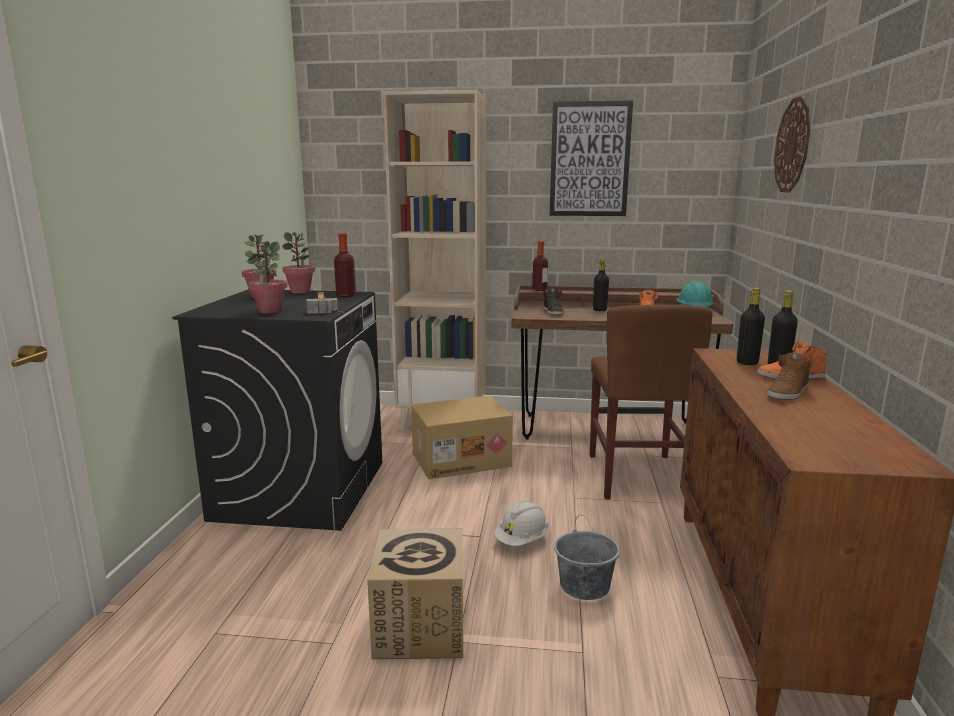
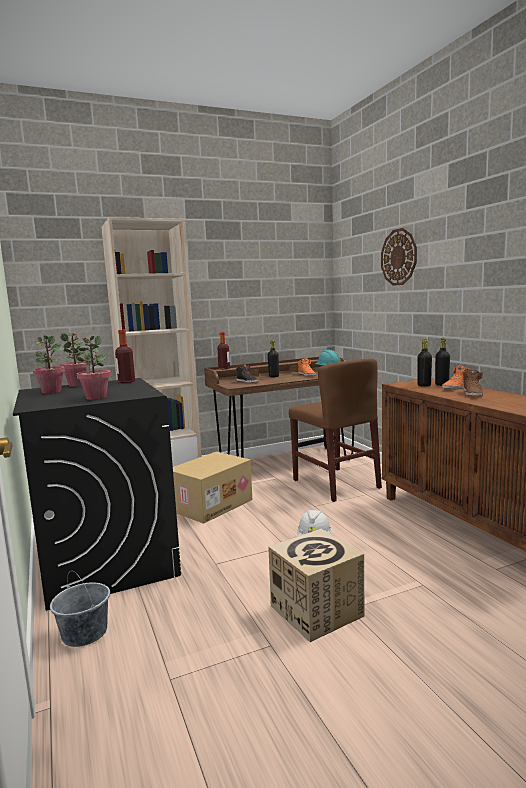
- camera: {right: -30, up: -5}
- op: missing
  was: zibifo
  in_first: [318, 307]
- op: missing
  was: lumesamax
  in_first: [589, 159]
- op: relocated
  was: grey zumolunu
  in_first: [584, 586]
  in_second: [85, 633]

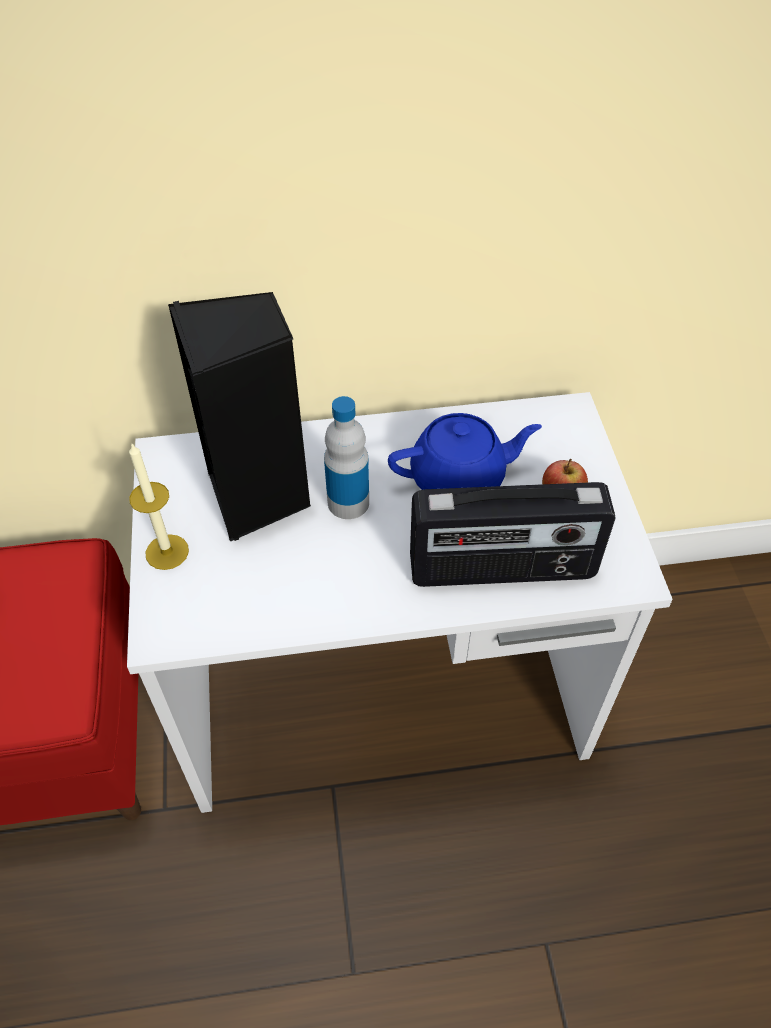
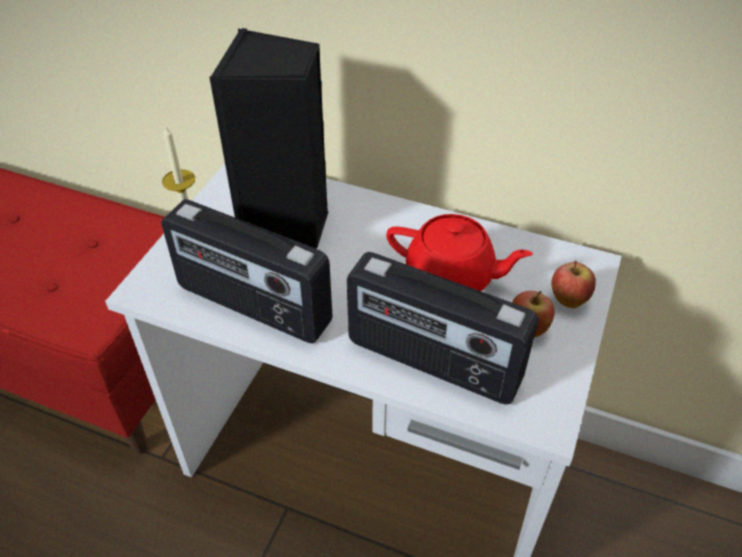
- camera: {right: 30, up: -5}
- op: missing
  was: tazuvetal
  in_first: [348, 502]
- op: appeared
  now: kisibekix
  in_second: [252, 306]
- op: appeared
  now: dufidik
  in_second: [568, 300]
- op: colour
  was: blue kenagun
  now: red kenagun
  in_first: [459, 478]
  in_second: [451, 277]

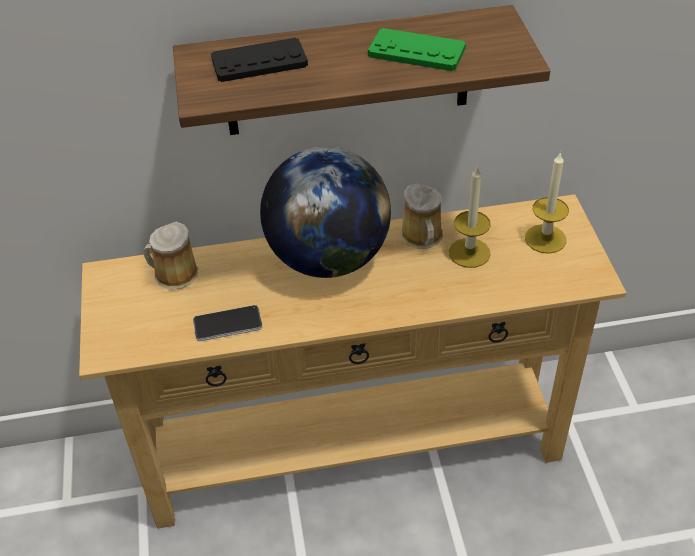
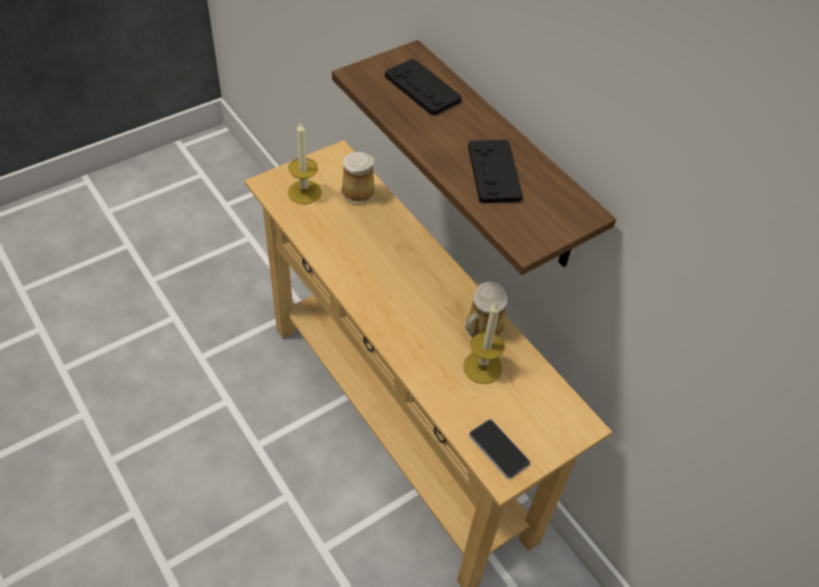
- camera: {right: 60, up: 5}
- op: missing
  was: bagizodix
  in_first: [328, 259]
- op: relocated
  was: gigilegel
  in_first: [227, 324]
  in_second: [498, 449]
- op: relocated
  was: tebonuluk
  in_first: [545, 239]
  in_second: [304, 192]
- op: colour
  was: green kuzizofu
  now: black kuzizofu
  in_first: [416, 52]
  in_second: [494, 172]

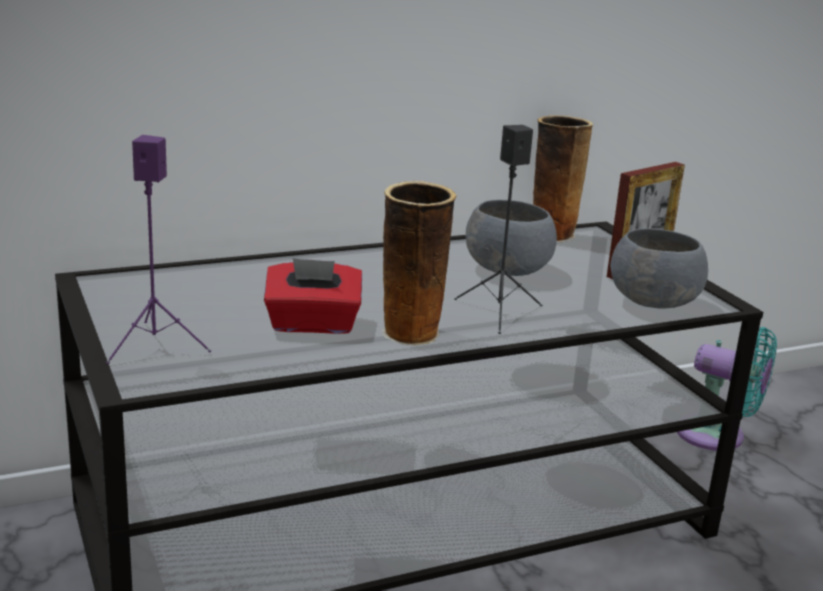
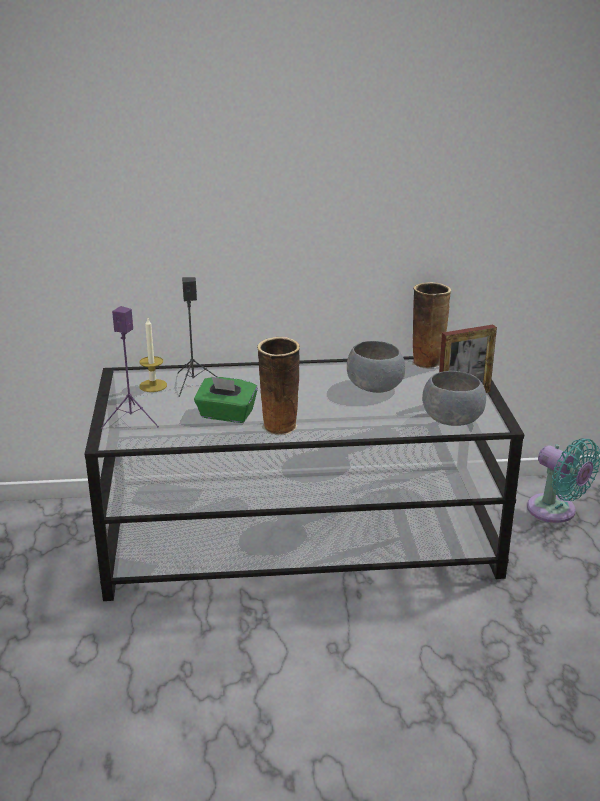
- camera: {right: 20, up: 5}
- op: appeared
  now: tebonuluk
  in_second: [153, 385]
- op: relocated
  was: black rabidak
  in_first: [499, 313]
  in_second: [193, 384]
- op: colour
  was: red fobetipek
  now: green fobetipek
  in_first: [312, 325]
  in_second: [226, 415]

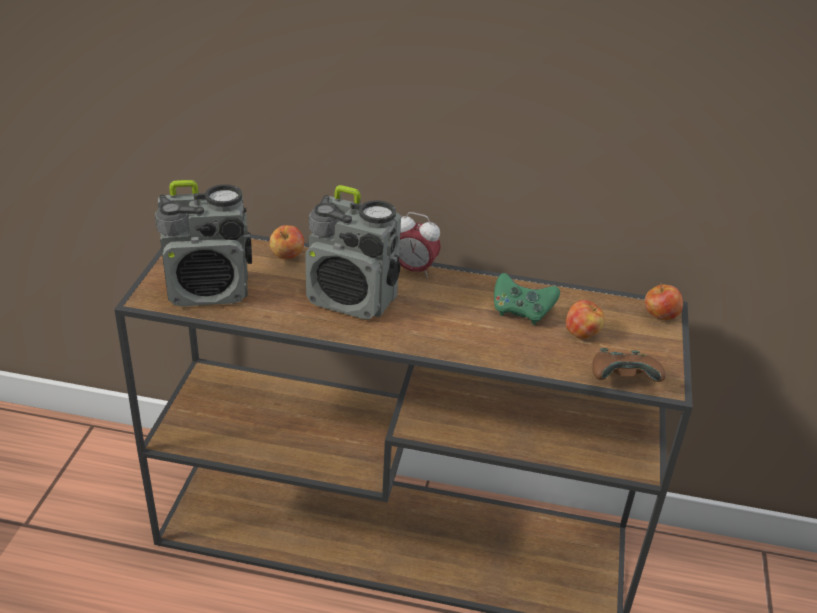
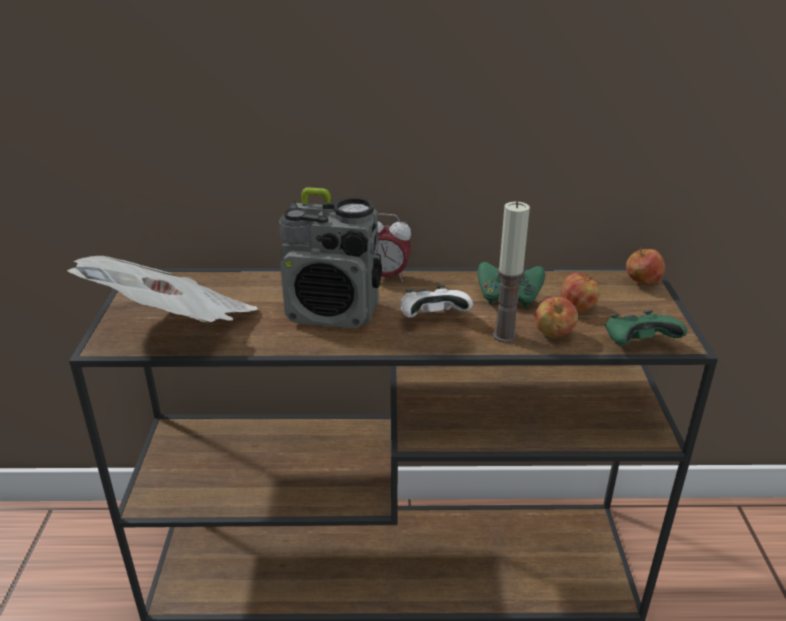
- camera: {right: -10, up: -5}
- op: appeared
  now: white kuzizofu
  in_second: [433, 318]
- op: appeared
  now: tebonuluk
  in_second: [504, 335]
- op: relocated
  was: dufidik
  in_first: [287, 257]
  in_second: [553, 335]
- op: exchanged
  was: kisibekix
  now: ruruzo
  in_first: [210, 291]
  in_second: [175, 327]
- op: colour
  was: brown kuzizofu
  now: green kuzizofu
  in_first: [622, 380]
  in_second: [638, 344]

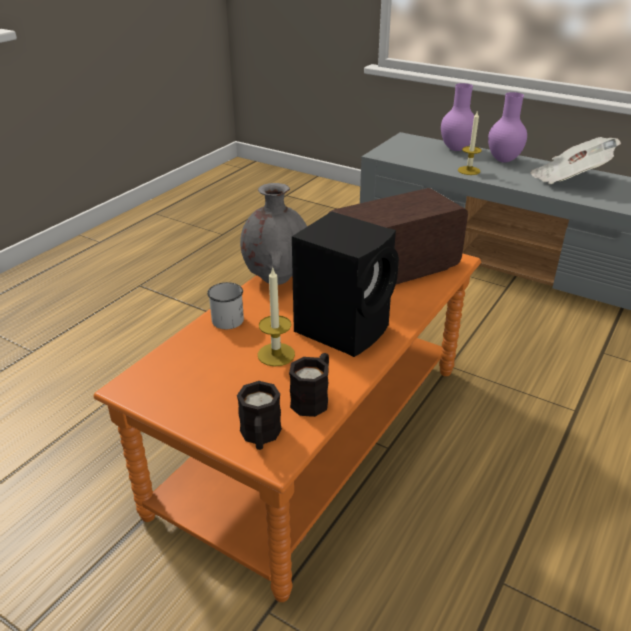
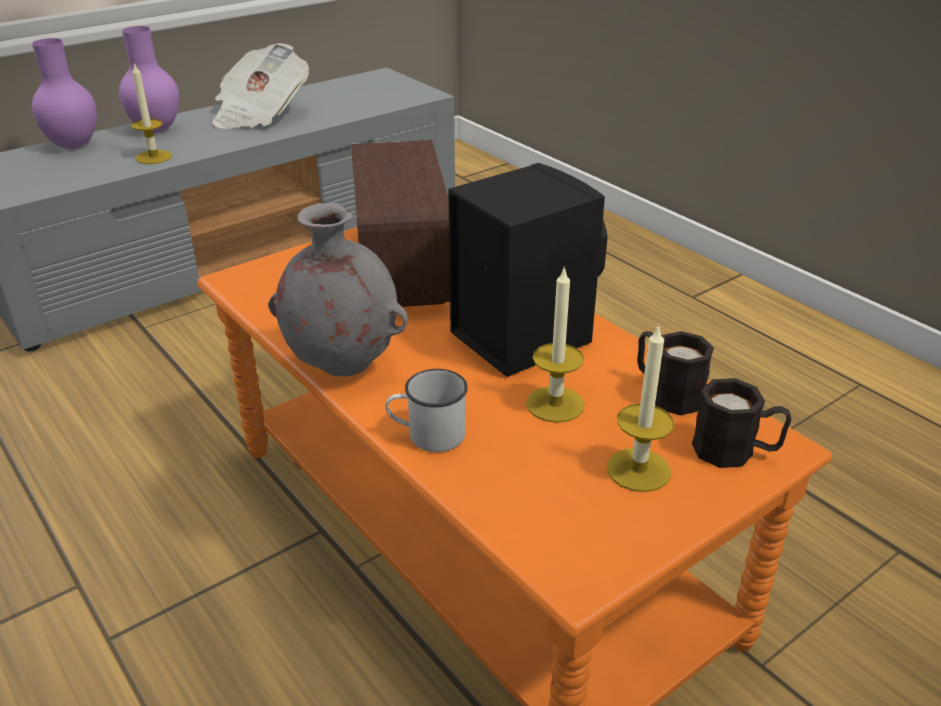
- camera: {right: -70, up: 0}
- op: appeared
  now: tebonuluk
  in_second: [638, 470]

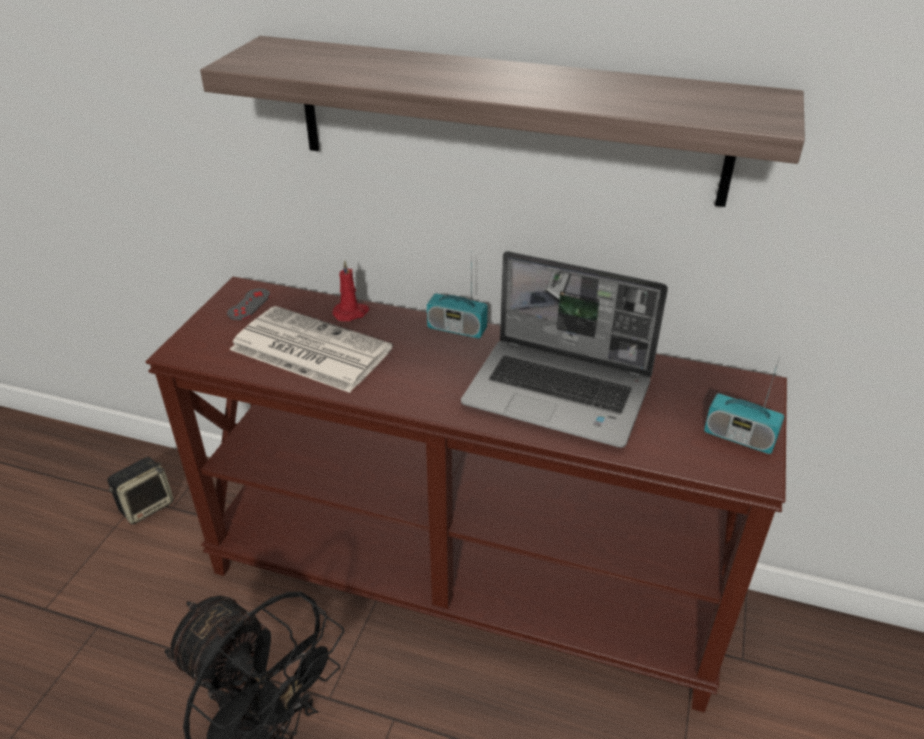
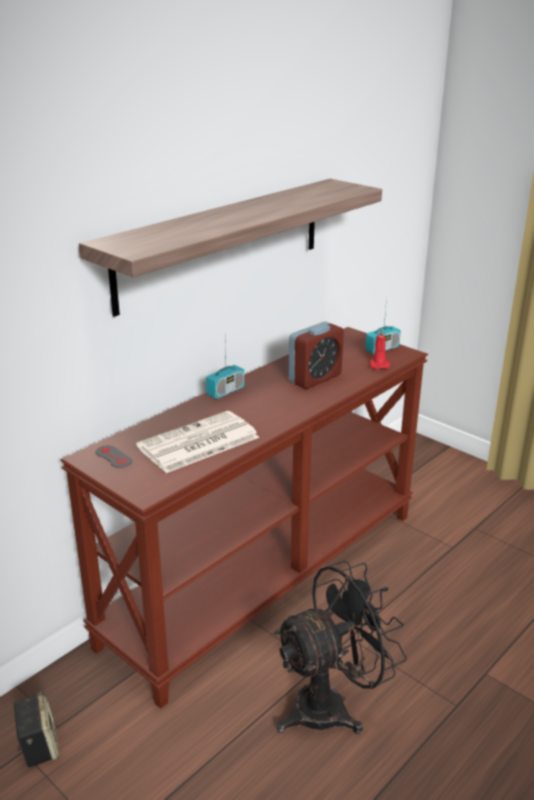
- camera: {right: -65, up: -10}
- op: relocated
  was: red tebonuluk
  in_first: [351, 313]
  in_second: [378, 365]
- op: exchanged
  was: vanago
  now: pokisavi
  in_first: [560, 393]
  in_second: [315, 378]

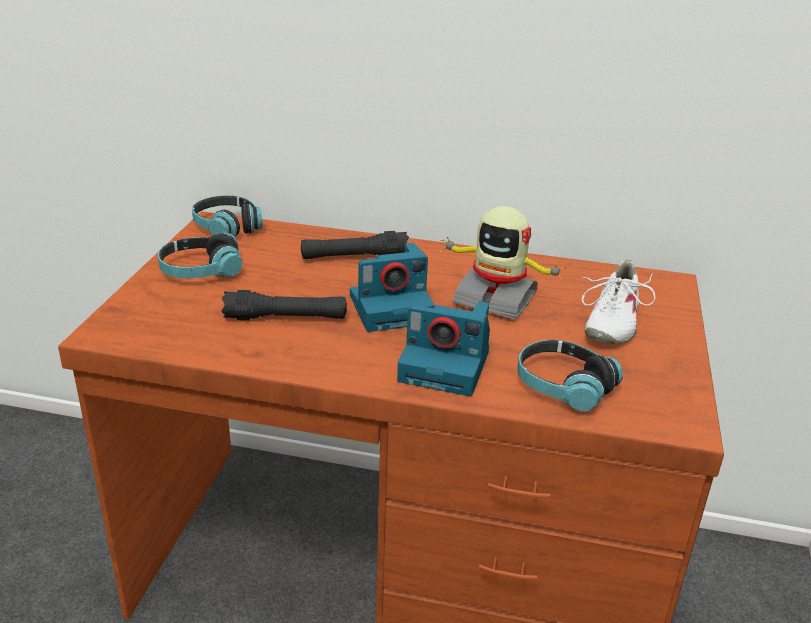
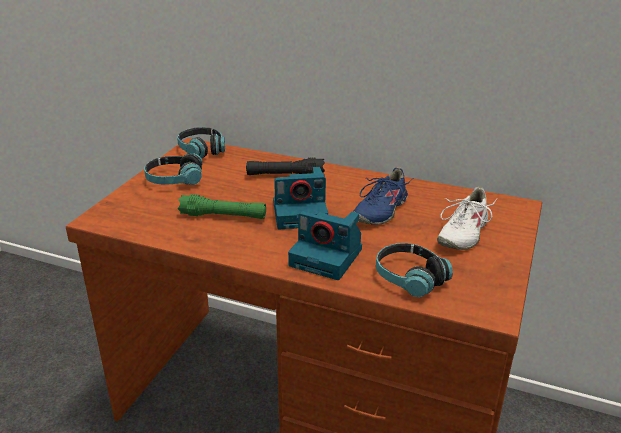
- camera: {right: 10, up: 0}
- op: exchanged
  was: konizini
  now: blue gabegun
  in_first: [496, 298]
  in_second: [380, 210]
- op: colour
  was: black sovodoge
  now: green sovodoge
  in_first: [285, 318]
  in_second: [223, 216]

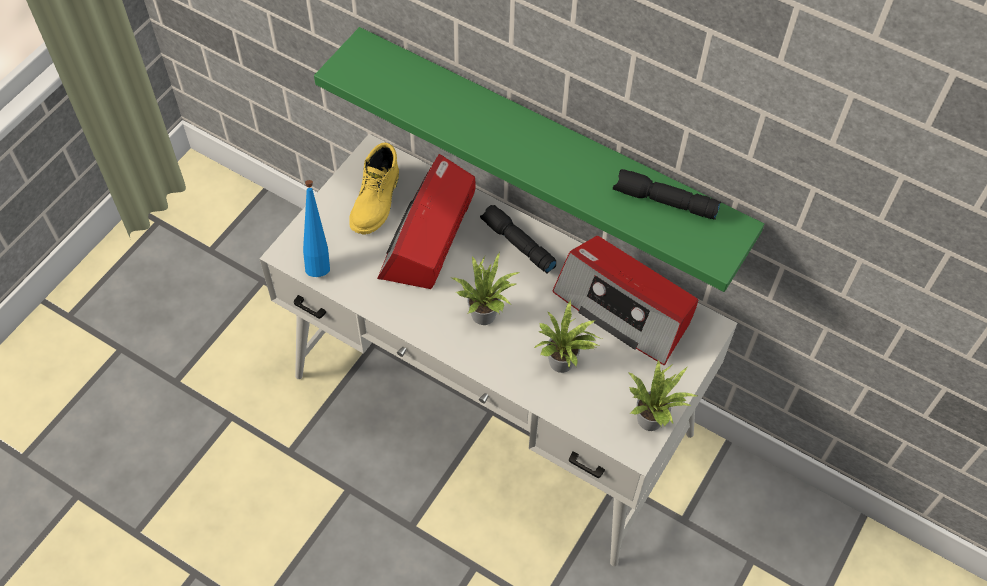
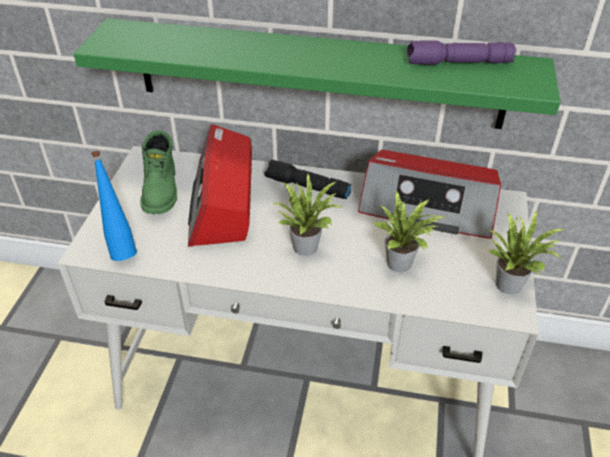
- camera: {right: -20, up: -15}
- op: colour
  was: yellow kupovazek
  now: green kupovazek
  in_first: [377, 202]
  in_second: [162, 190]
- op: colour
  was: black sovodoge
  now: purple sovodoge
  in_first: [664, 202]
  in_second: [458, 63]

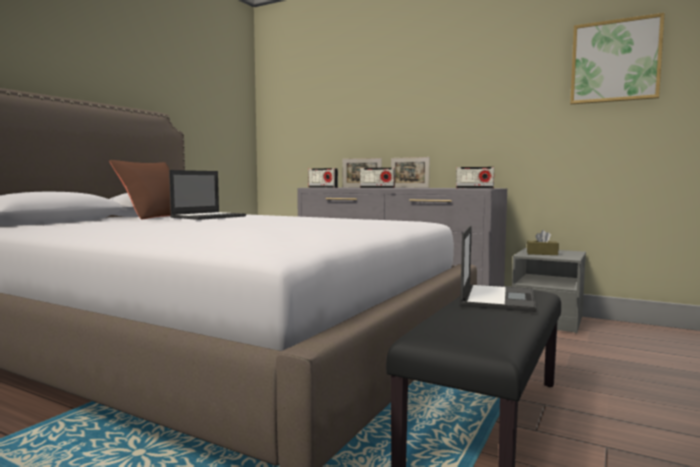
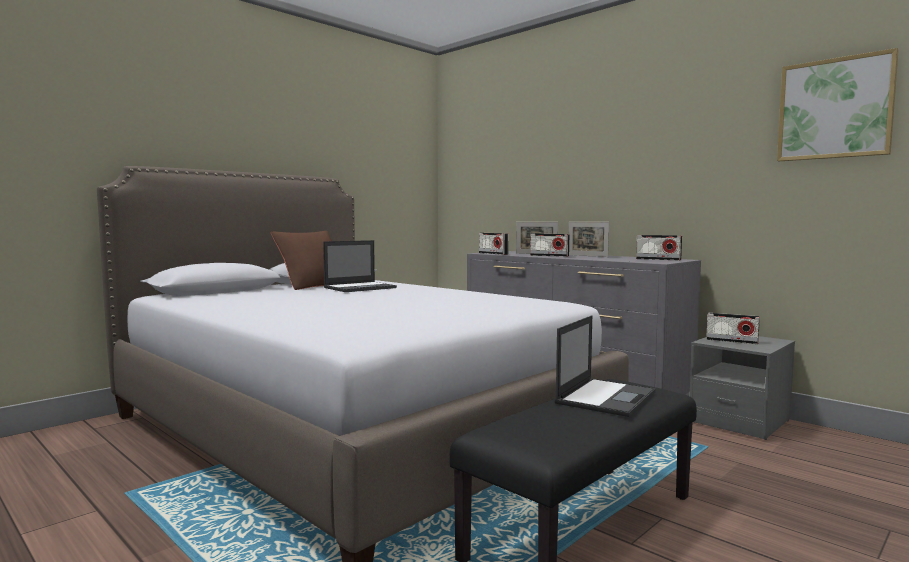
- camera: {right: 15, up: 0}
- op: exchanged
  was: brown fobetipek
  now: kisibekix
  in_first: [542, 253]
  in_second: [732, 341]

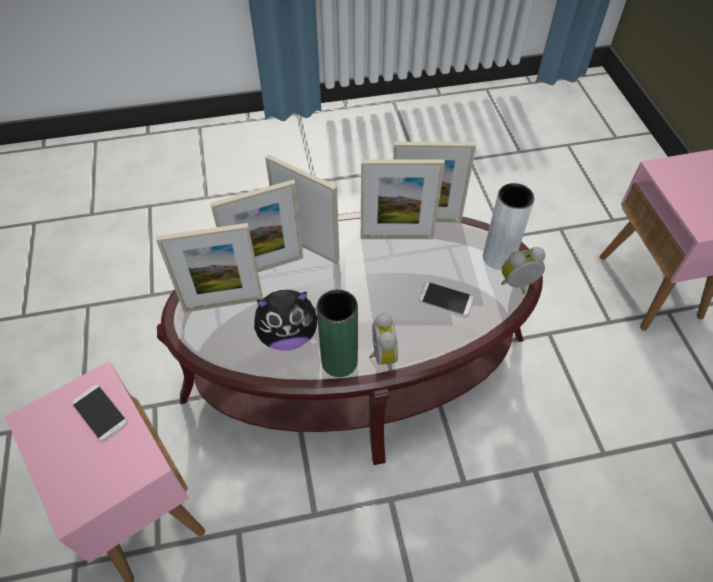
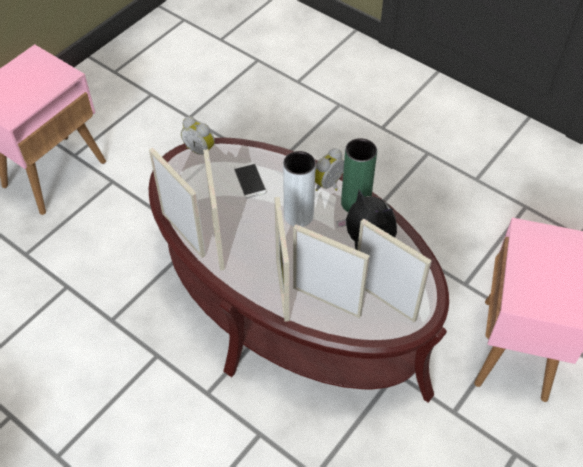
- camera: {right: -130, up: 0}
- op: missing
  was: gigilegel
  in_first: [100, 412]
- op: relocated
  was: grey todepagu
  in_first: [498, 257]
  in_second: [298, 215]
- op: spun
  was: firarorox
  in_first: [396, 237]
  in_second: [218, 241]
  clockwise: -150

